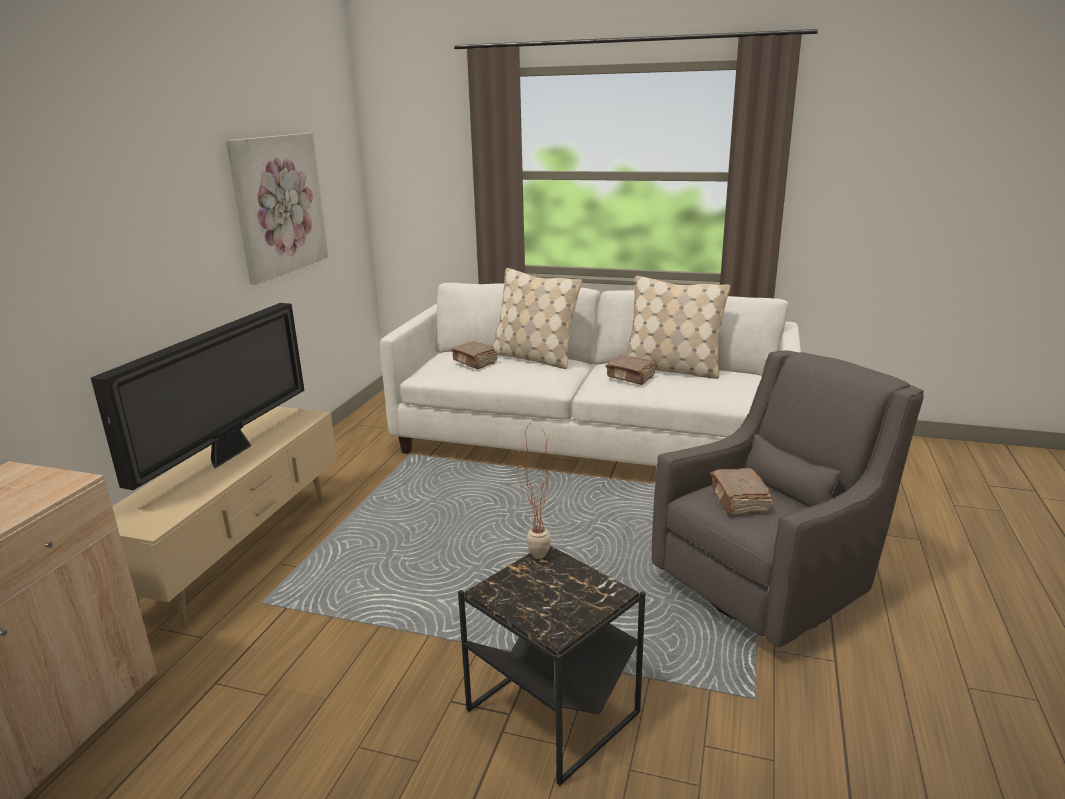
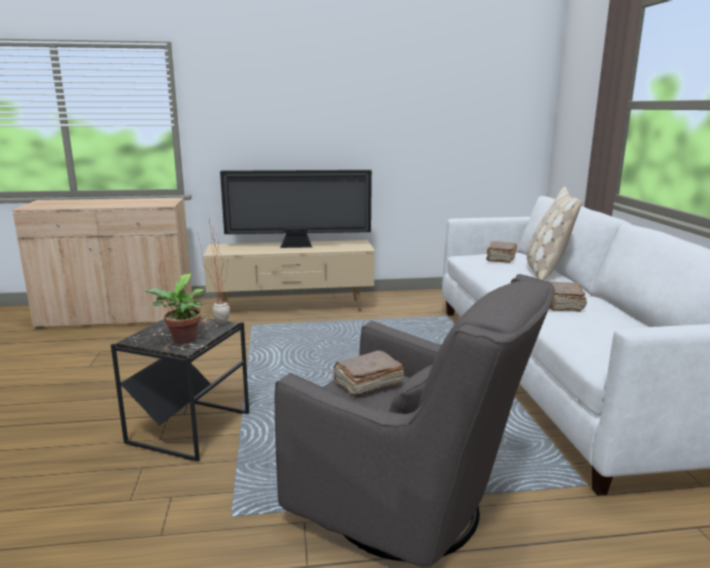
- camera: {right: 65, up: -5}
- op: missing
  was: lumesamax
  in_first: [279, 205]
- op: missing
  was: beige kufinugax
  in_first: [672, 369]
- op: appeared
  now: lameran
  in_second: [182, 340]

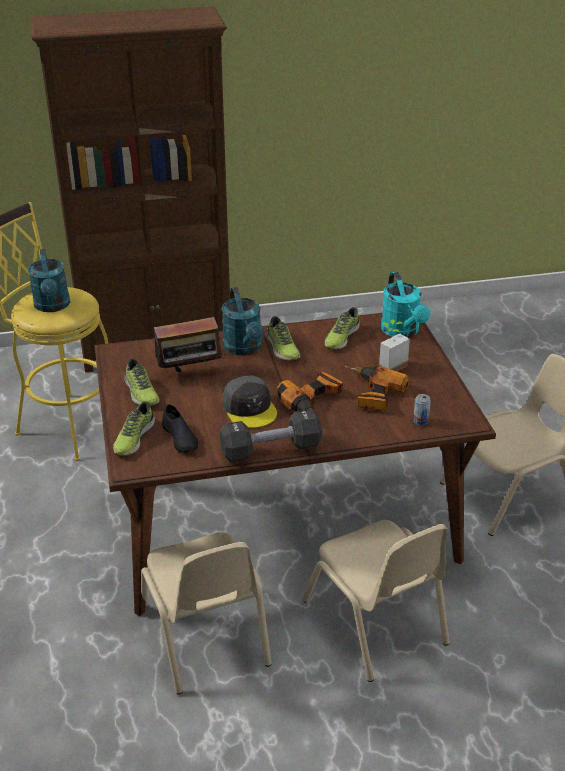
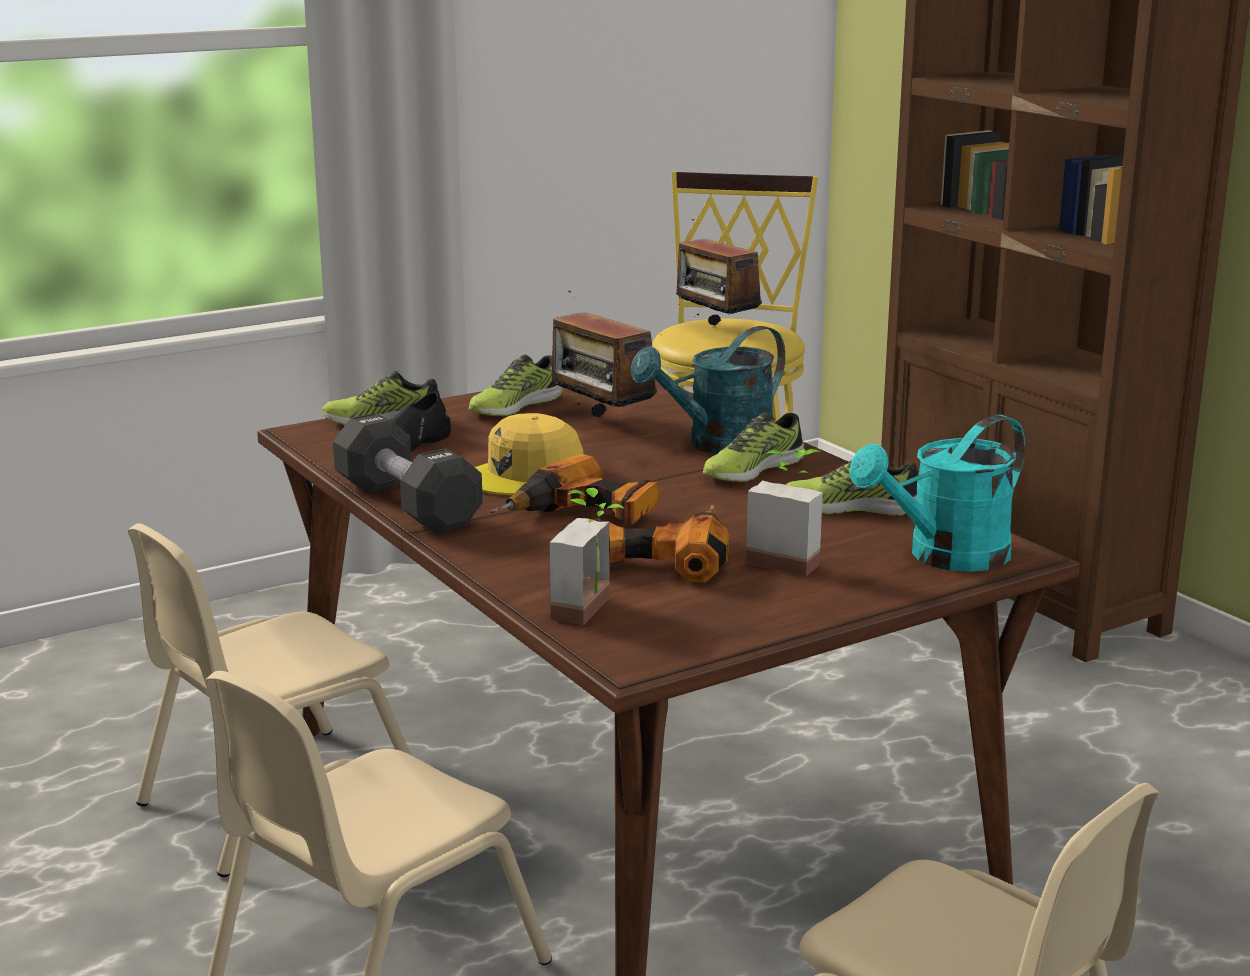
- camera: {right: 70, up: -15}
- op: exchanged
  was: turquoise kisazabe
  now: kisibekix
  in_first: [53, 306]
  in_second: [715, 330]
- op: exchanged
  was: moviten
  now: lameran
  in_first: [420, 421]
  in_second: [594, 611]
- op: colour
  was: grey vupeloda
  now: yellow vupeloda
  in_first: [249, 408]
  in_second: [525, 475]

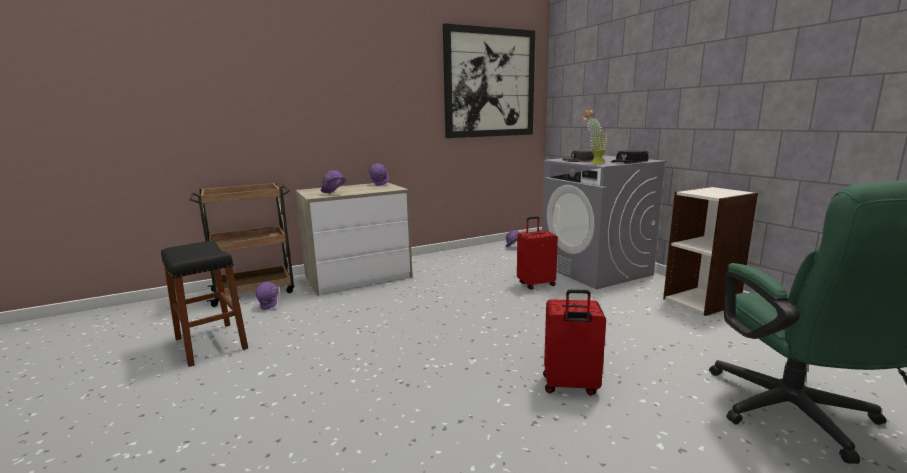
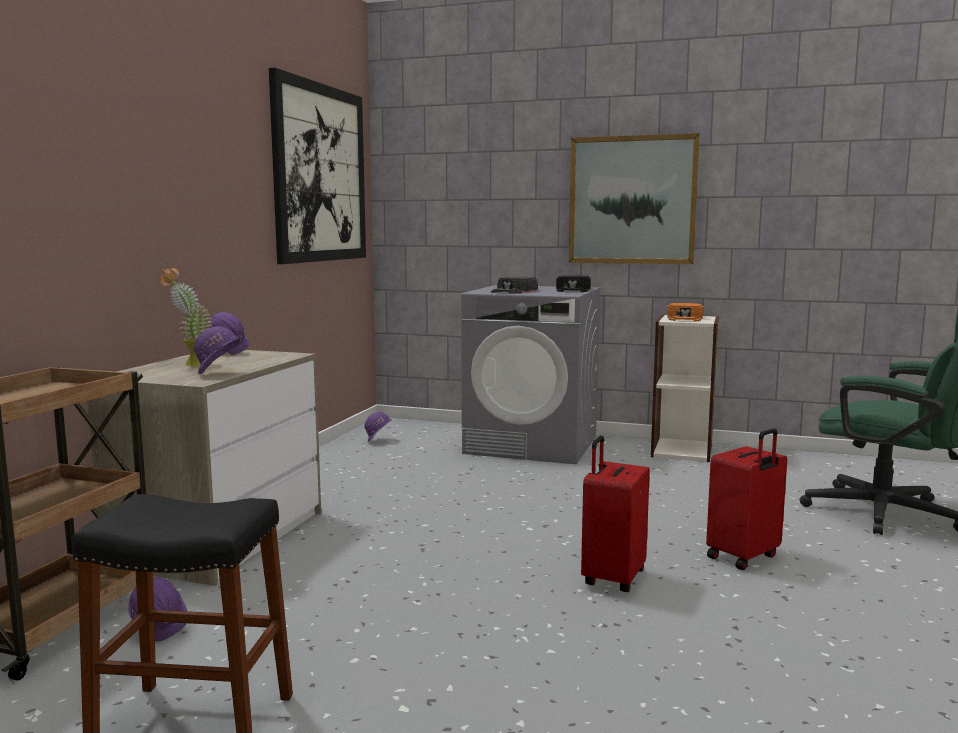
- camera: {right: -45, up: -5}
- op: appeared
  now: lumesamax
  in_second: [632, 200]
- op: appeared
  now: orange vupeloda
  in_second: [685, 318]
- op: relocated
  was: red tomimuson
  in_first: [536, 284]
  in_second: [612, 578]
- op: relocated
  was: lameran
  in_first: [593, 163]
  in_second: [191, 364]

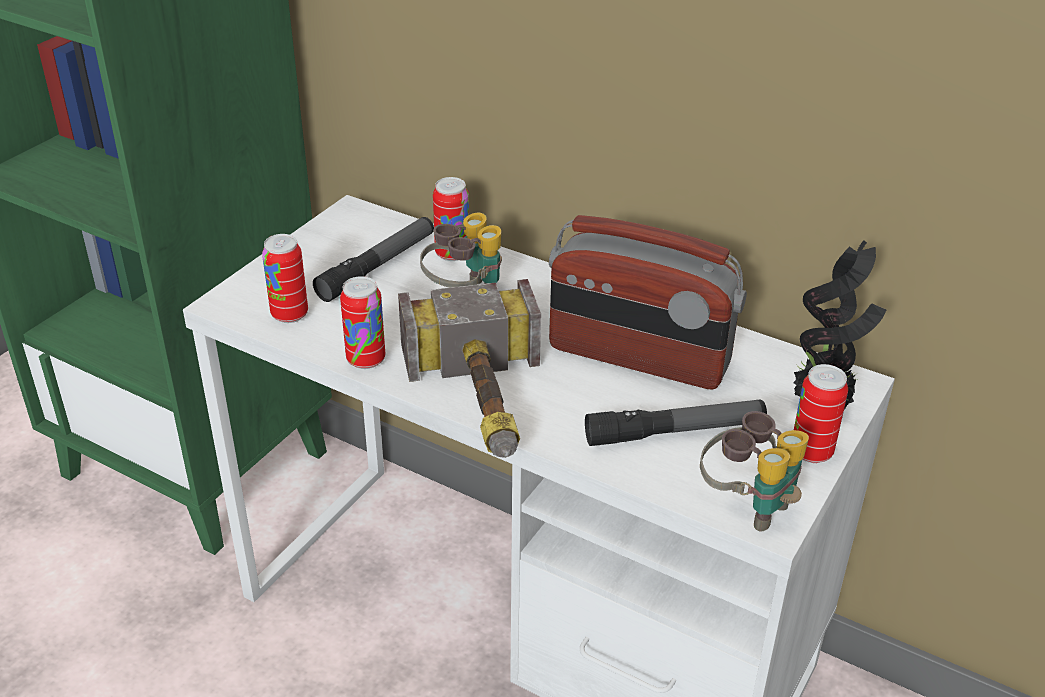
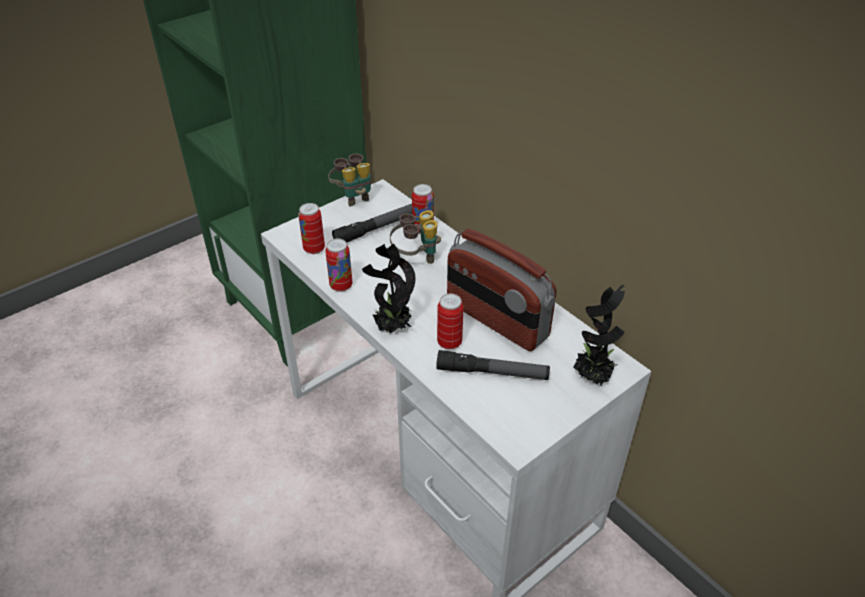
- camera: {right: 20, up: 5}
- op: relocated
  was: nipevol
  in_first: [748, 504]
  in_second: [353, 197]
- op: relocated
  was: moviten
  in_first: [811, 452]
  in_second: [449, 342]
- op: exchanged
  was: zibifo
  now: lameran
  in_first: [484, 404]
  in_second: [391, 328]

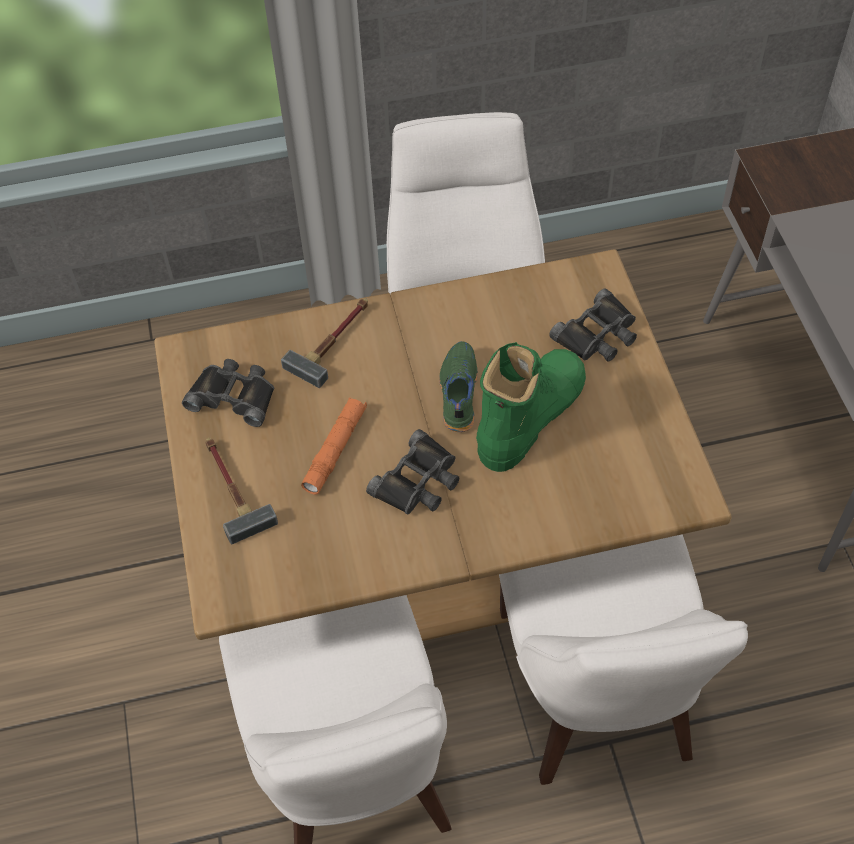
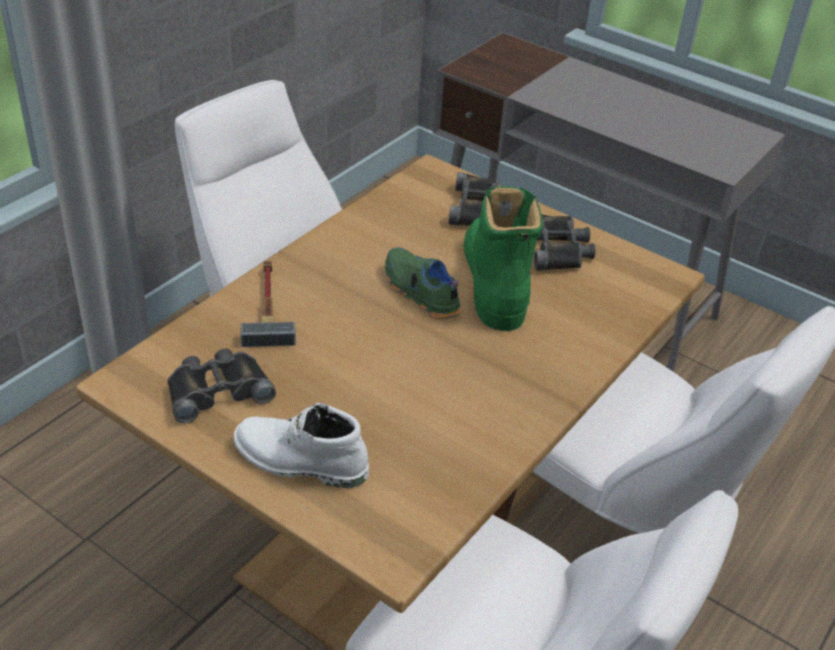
- camera: {right: -45, up: -15}
- op: missing
  was: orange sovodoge
  in_first: [335, 450]
- op: relocated
  was: black nipevol
  in_first: [418, 481]
  in_second: [558, 249]
- op: exchanged
  was: zibifo
  now: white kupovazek
  in_first: [231, 488]
  in_second: [299, 462]

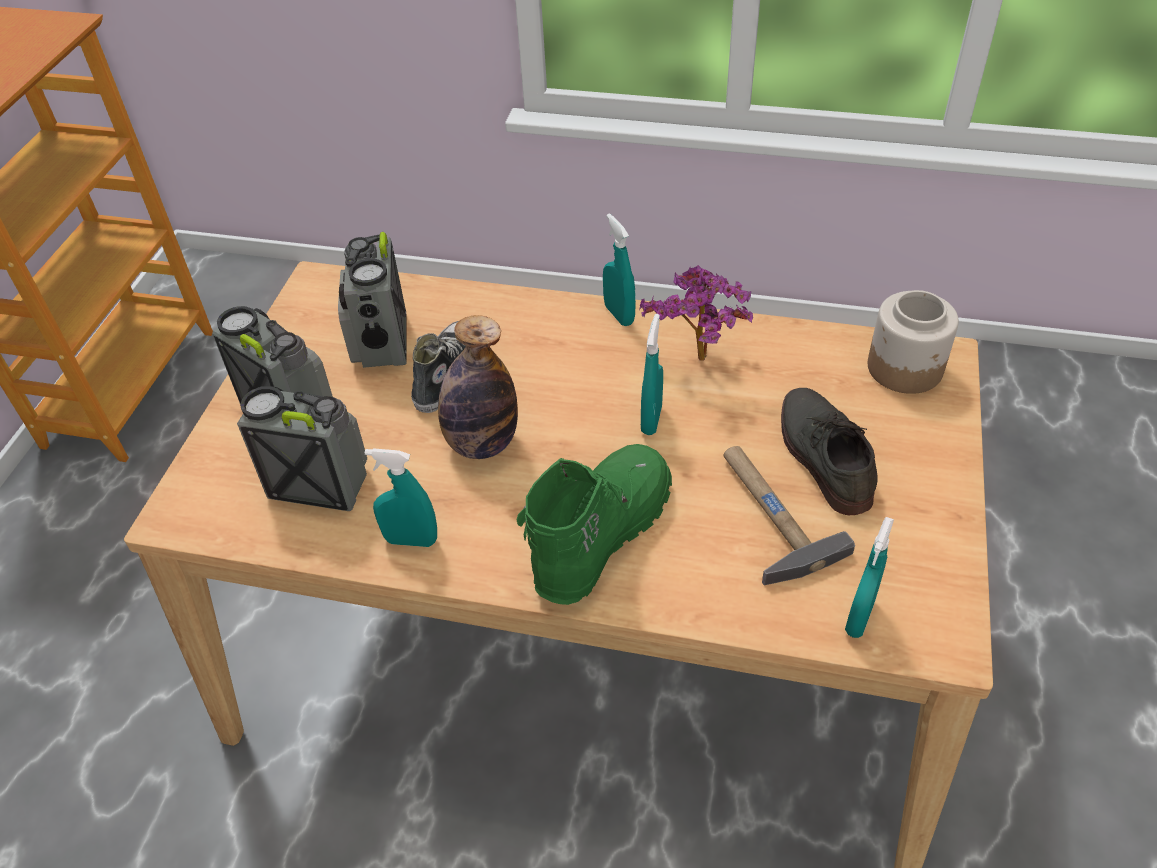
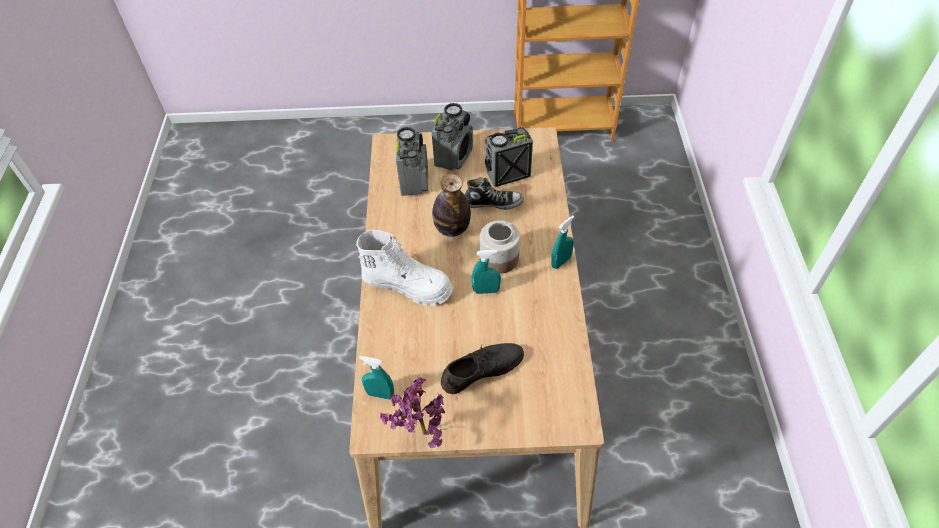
- camera: {right: 75, up: 5}
- op: missing
  was: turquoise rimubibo
  in_first: [411, 540]
- op: missing
  was: zibifo
  in_first: [767, 514]
- op: relocated
  was: lameran
  in_first: [699, 364]
  in_second: [420, 432]
- op: relocated
  was: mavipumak
  in_first: [905, 368]
  in_second: [499, 259]
- op: colour
  was: green kupovazek
  now: white kupovazek
  in_first: [600, 535]
  in_second: [408, 285]

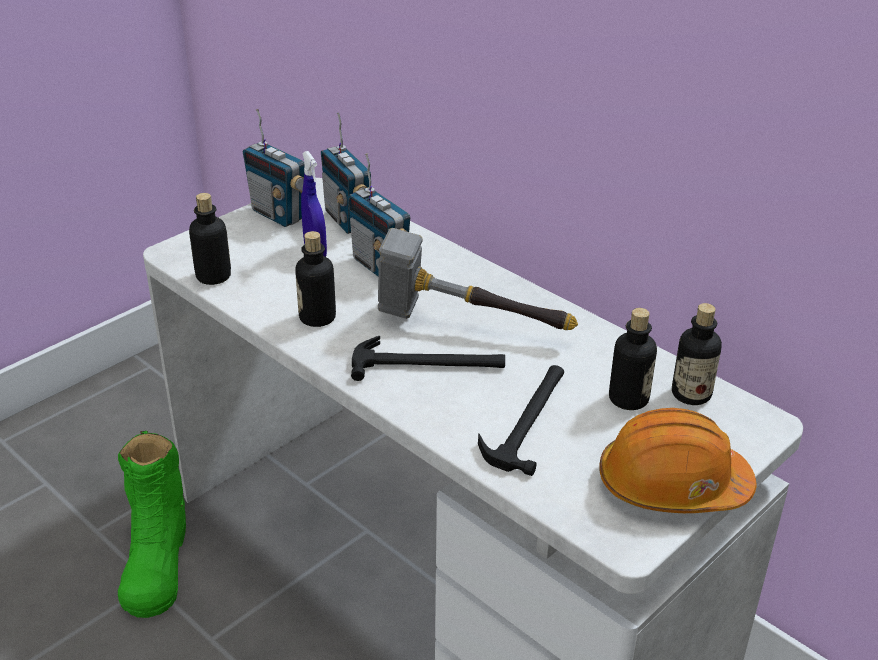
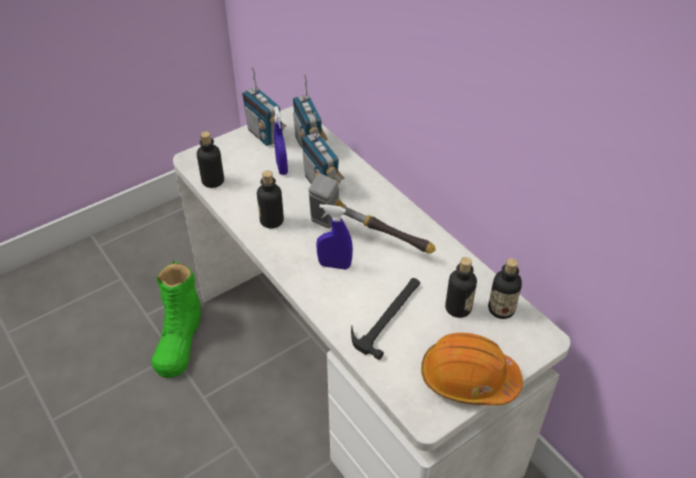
- camera: {right: 10, up: 10}
- op: exchanged
  was: zibifo
  now: blue rimubibo
  in_first: [428, 363]
  in_second: [334, 265]

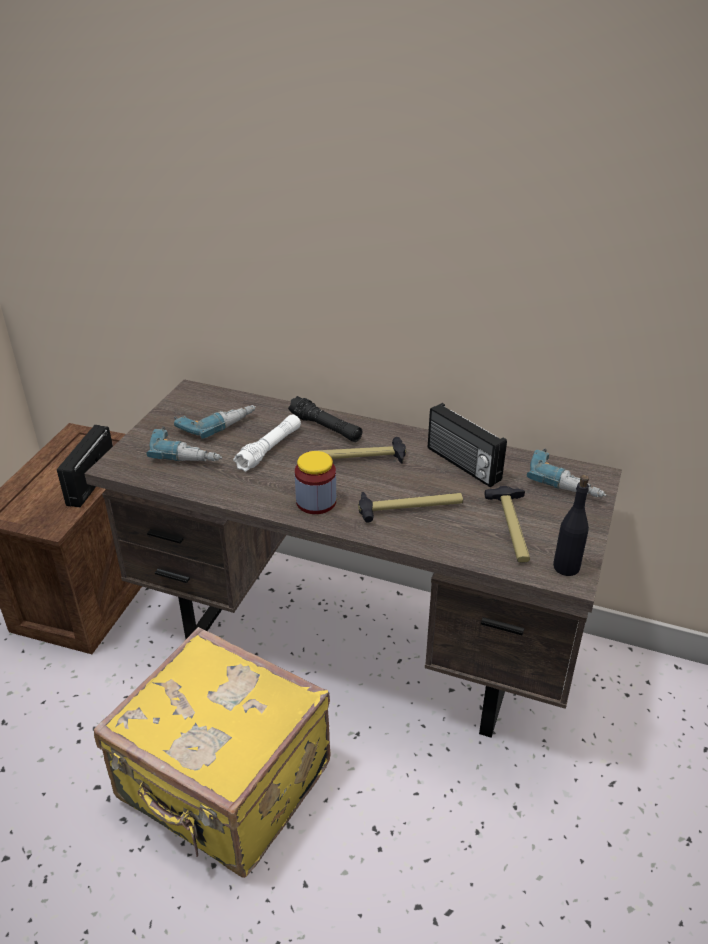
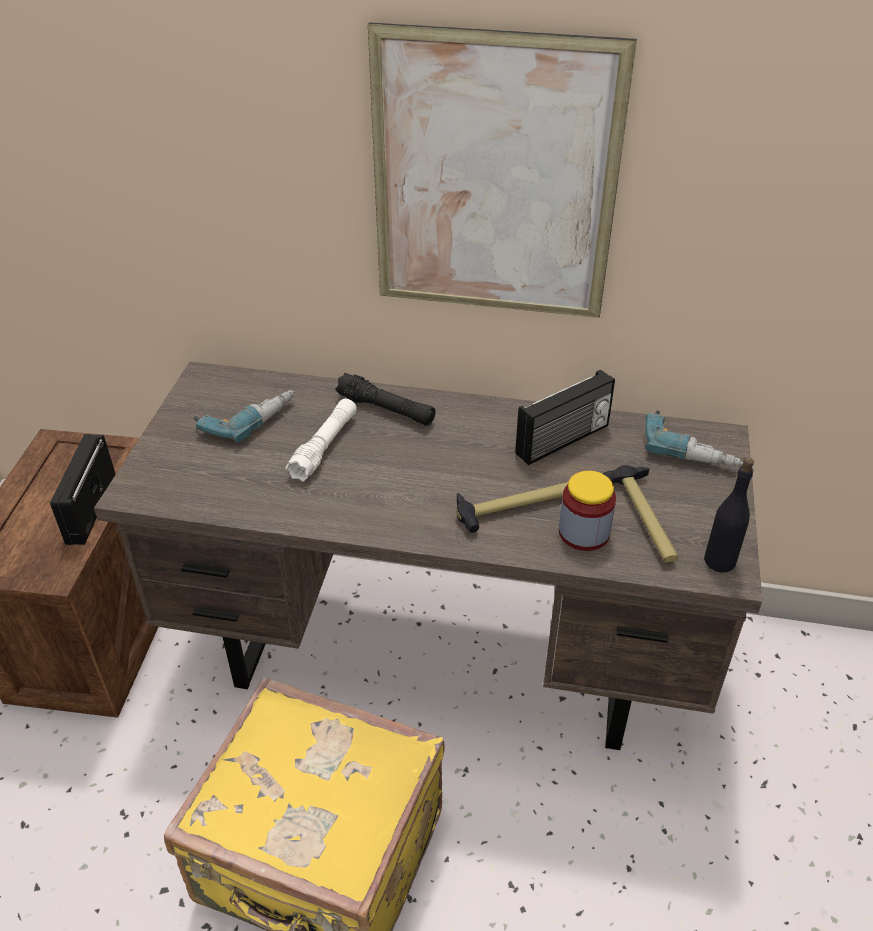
- camera: {right: -10, up: 5}
- op: missing
  was: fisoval
  in_first: [188, 452]
- op: missing
  was: zibifo
  in_first: [357, 458]
- op: appeared
  now: lumesamax
  in_second: [493, 181]
- op: relocated
  was: mavipumak
  in_first: [316, 502]
  in_second: [584, 532]
- op: spun
  was: kisibekix
  in_first: [462, 464]
  in_second: [563, 440]
  clockwise: -75

